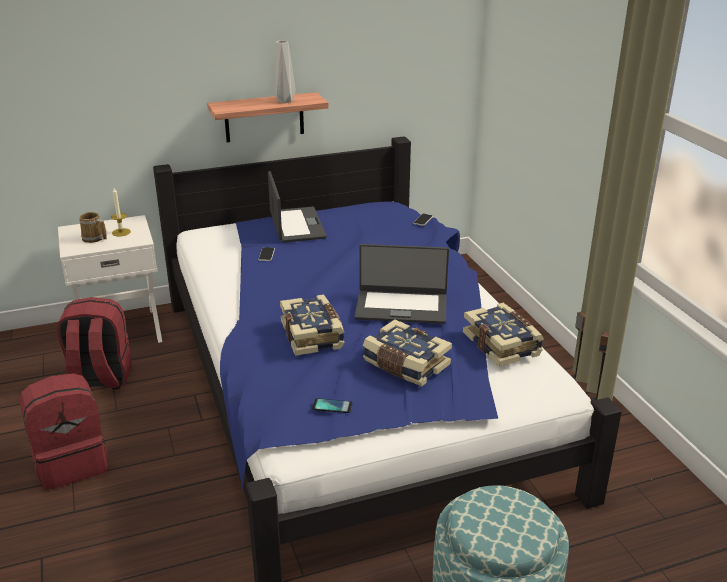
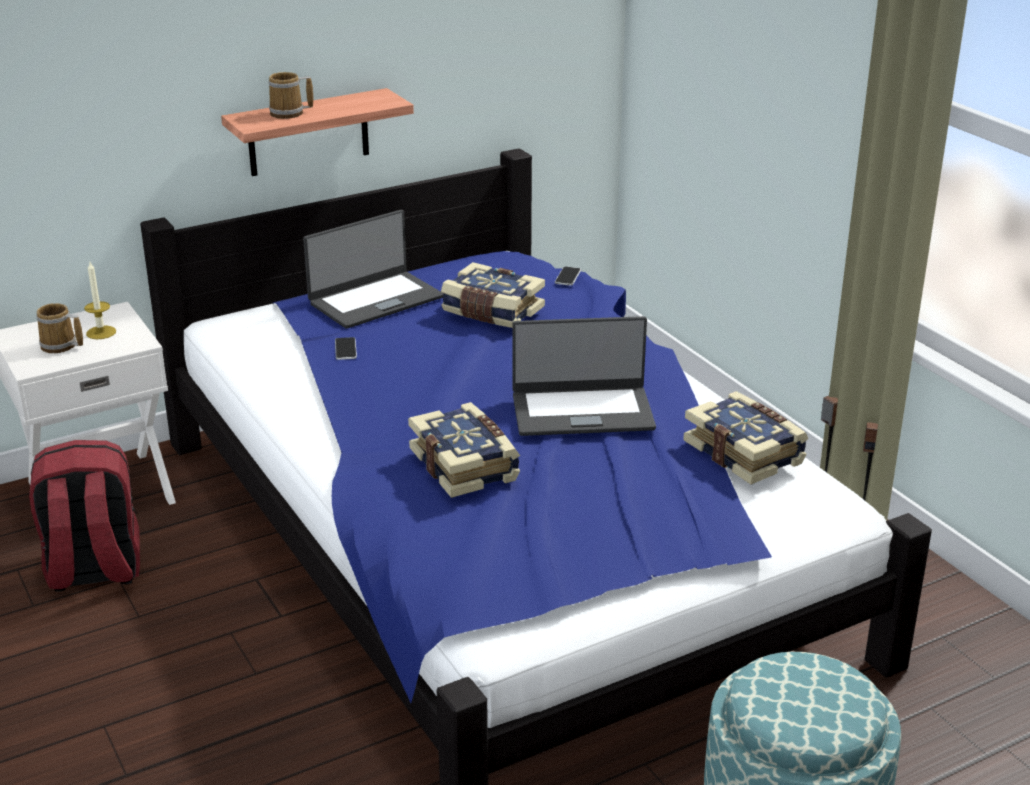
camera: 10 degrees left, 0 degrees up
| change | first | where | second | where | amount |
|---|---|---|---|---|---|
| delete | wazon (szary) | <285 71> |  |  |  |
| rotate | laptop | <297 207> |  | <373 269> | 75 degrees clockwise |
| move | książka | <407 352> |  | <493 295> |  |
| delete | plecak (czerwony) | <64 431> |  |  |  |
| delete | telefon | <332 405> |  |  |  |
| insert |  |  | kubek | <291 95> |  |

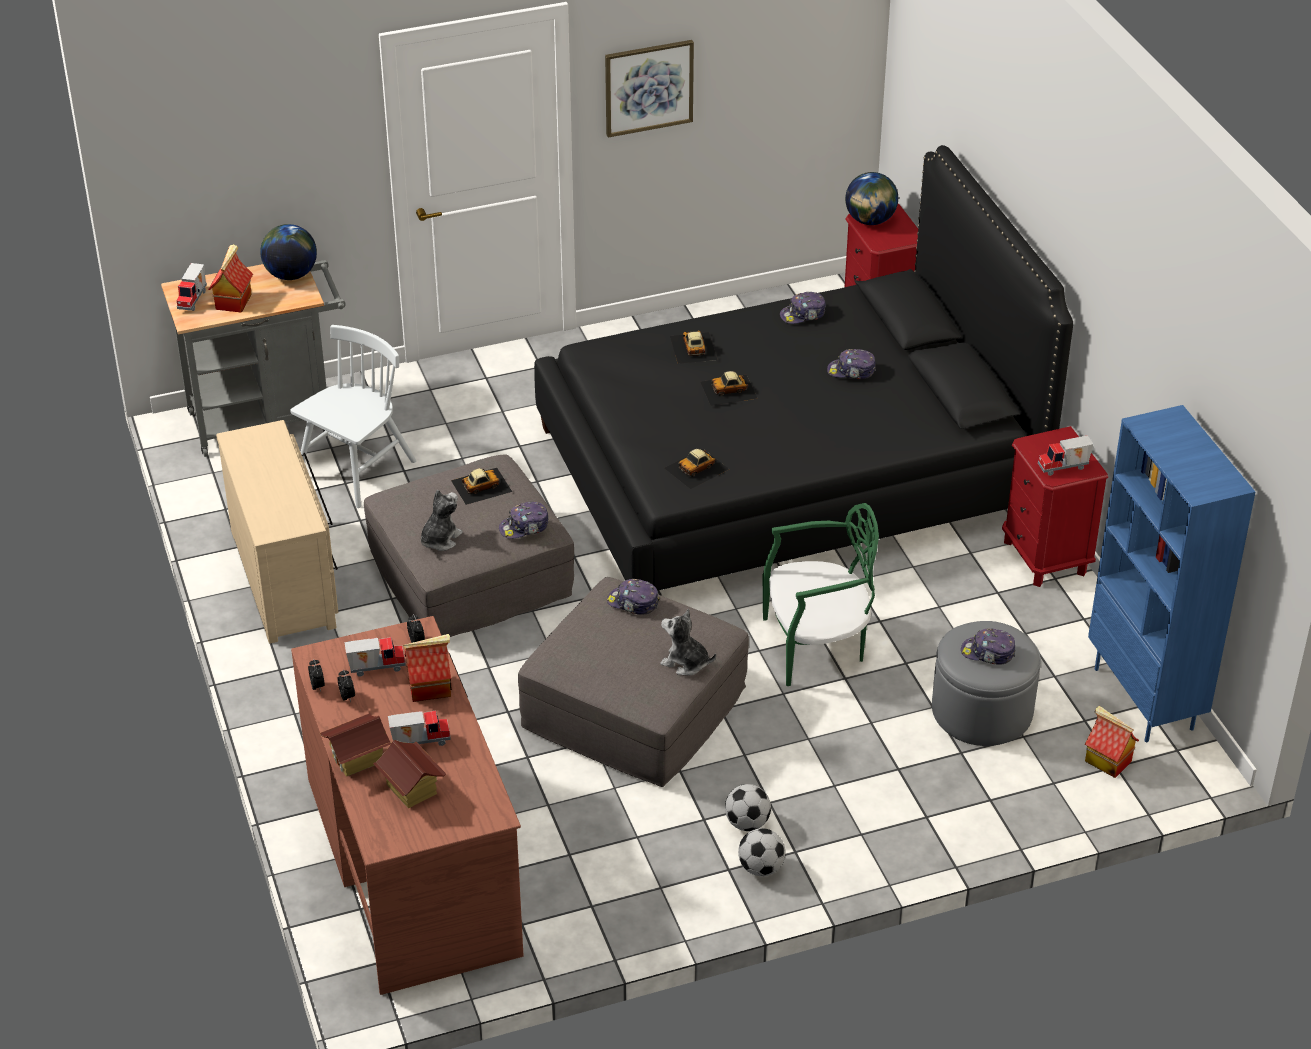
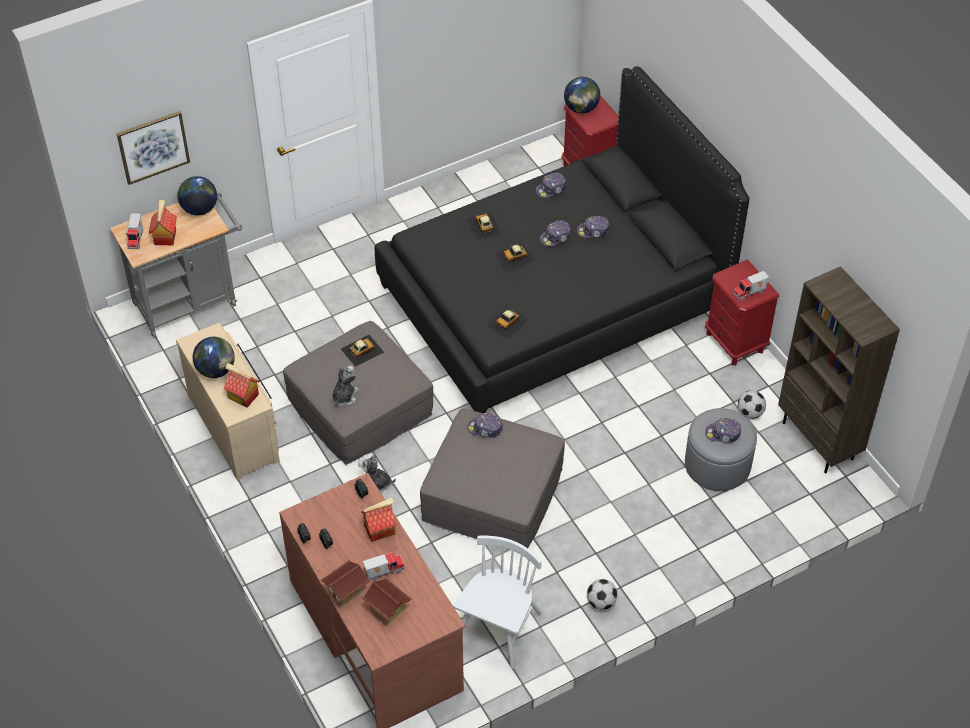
camera: 10 degrees left, 10 degrees up
| change | first | where | second | where | amount |
|---|---|---|---|---|---|
| move | obraz | <649 89> |  | <153 148> |  |
| move | krzesło (biały) | <353 416> |  | <497 602> |  |
| recolor | regał (niebieski) | <1171 573> | regał (brązowy) | <839 369> |  |
| move | czapka z daszkiem | <524 520> |  | <555 233> |  |
| delete | krzesło (zielony) | <821 594> |  |  |  |
| move | pluszak | <688 642> |  | <377 472> |  |
| delete | ciężarówka zabawkowa | <375 657> |  |  |  |
| move | domek | <1112 742> |  | <242 385> |  |
| move | piłka futbolowa | <748 807> |  | <752 404> |  |
| insert |  |  | globus | <214 357> |  |

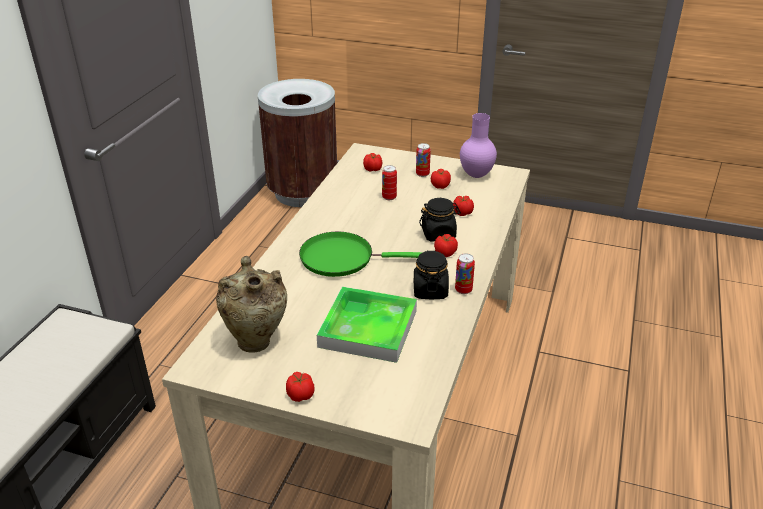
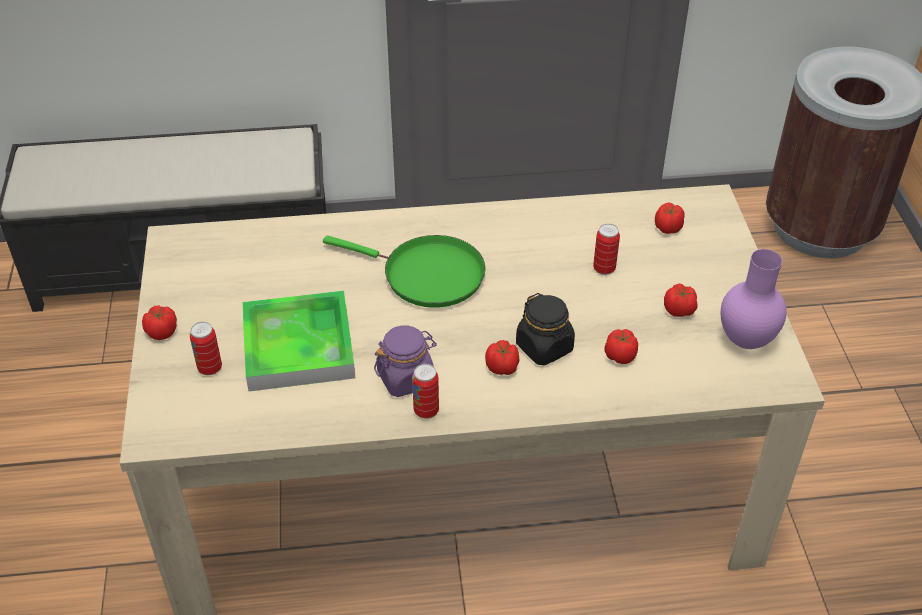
camera: 65 degrees right, 10 degrees up
| change | first | where | second | where | amount |
|---|---|---|---|---|---|
| move | puszka | <423 160> |  | <206 348> |  |
| rotate | patelnia (zielony) | <361 254> |  | <404 271> | 135 degrees clockwise |
| recolor | słoik (czarny) | <431 274> | słoik (fioletowy) | <405 361> |  |
| delete | wazon (beżowy) | <251 304> |  |  |  |

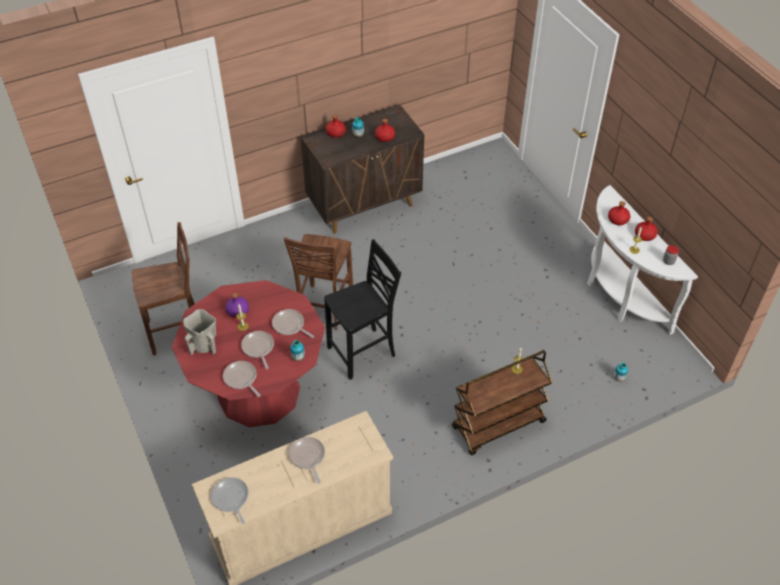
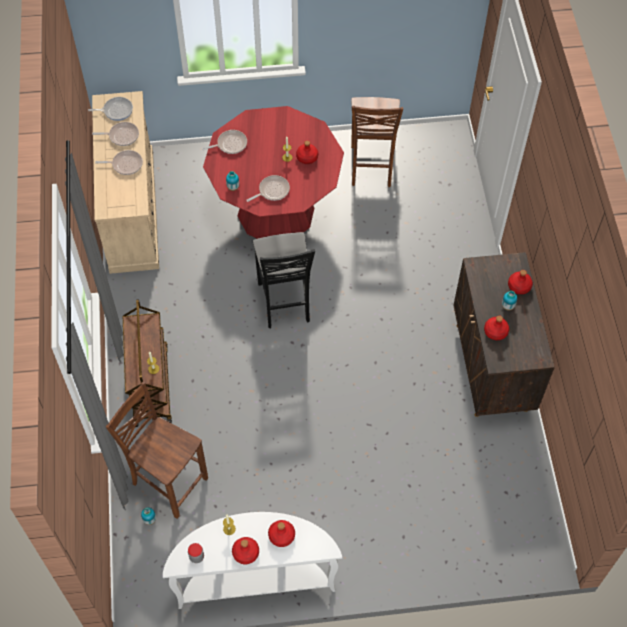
camera: 110 degrees right, 10 degrees up
| change | first | where | second | where | amount |
|---|---|---|---|---|---|
| move | krzesło (brązowy) | <318 282> |  | <157 450> |  |
| recolor | butelka (fioletowy) | <237 305> | butelka (czerwony) | <307 152> |  |
| delete | wazon (beżowy) | <199 332> |  |  |  |
| move | patelnia | <257 350> |  | <115 134> |  |

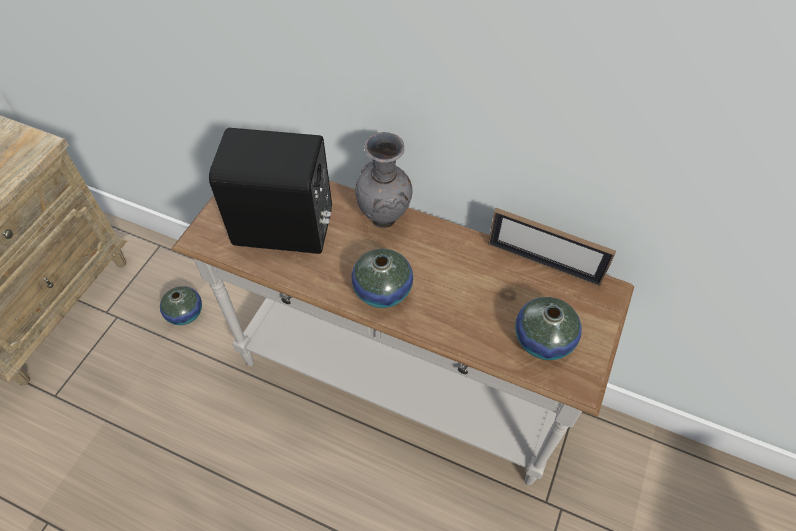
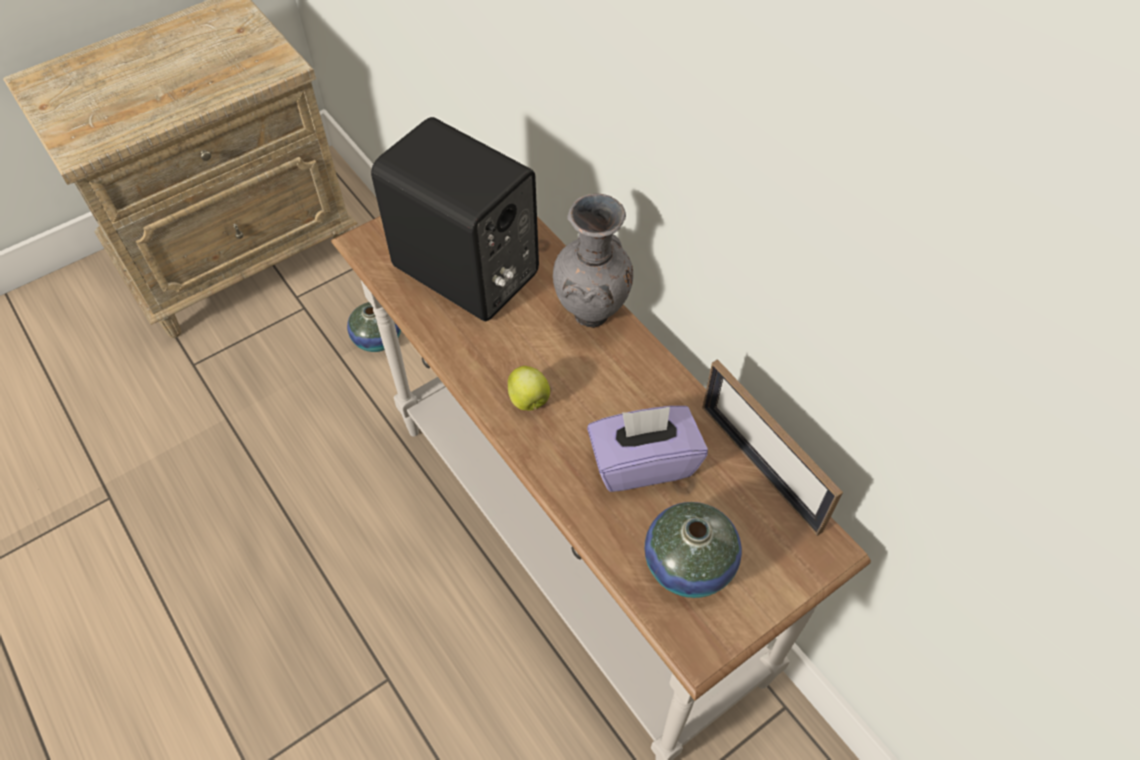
camera: 30 degrees right, 0 degrees up
| change | first | where | second | where | amount |
|---|---|---|---|---|---|
| replace | wazon | <382 278> | jabłko | <529 388> |  |
| insert |  |  | pudełko chusteczek (fioletowy) | <647 449> |  |

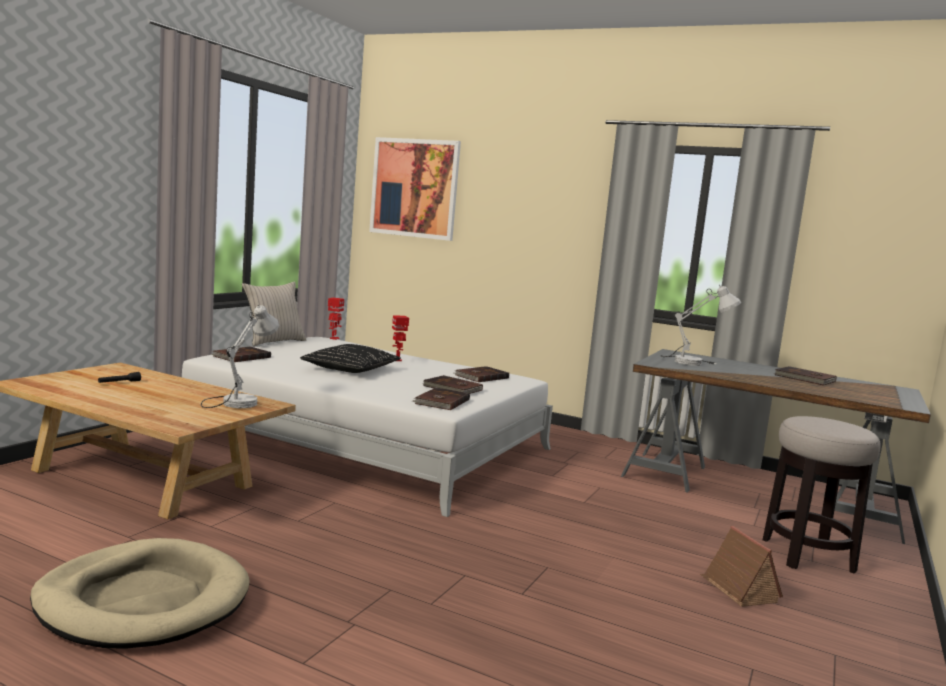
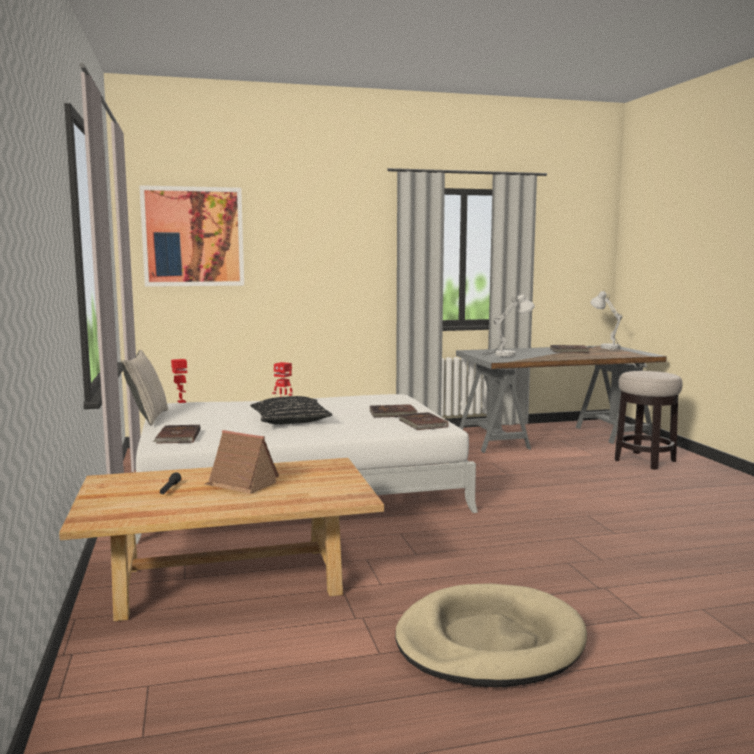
camera: 40 degrees left, 0 degrees up
| change | first | where | second | where | amount |
|---|---|---|---|---|---|
| move | lampa stołowa (biały) | <240 356> |  | <605 321> |  |
| delete | książka (brązowy) | <481 374> |  |  |  |
| move | domek | <741 566> |  | <242 462> |  |

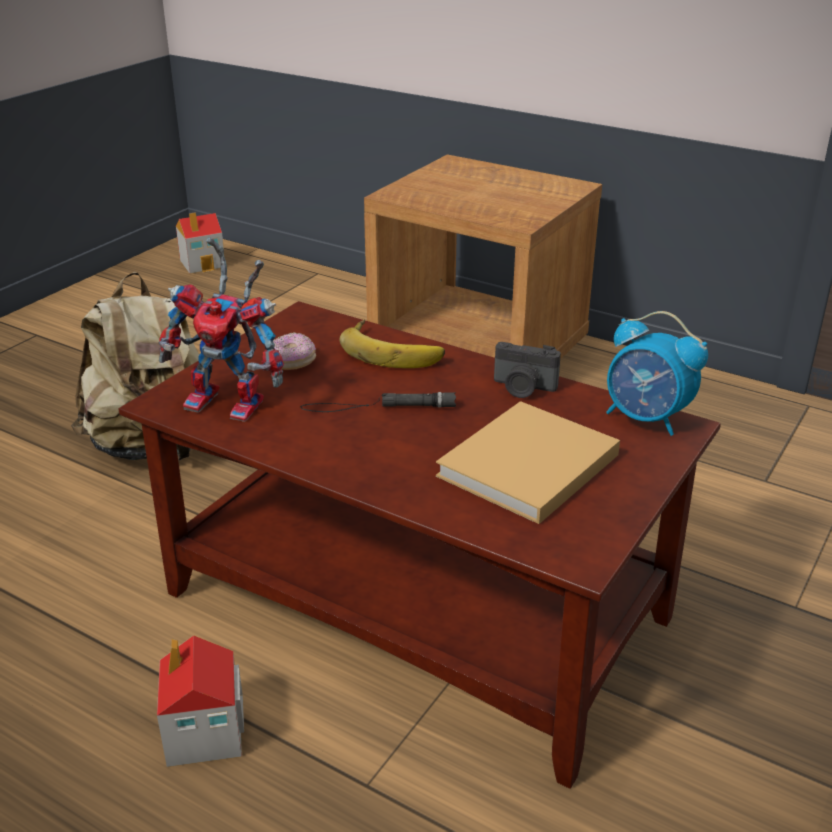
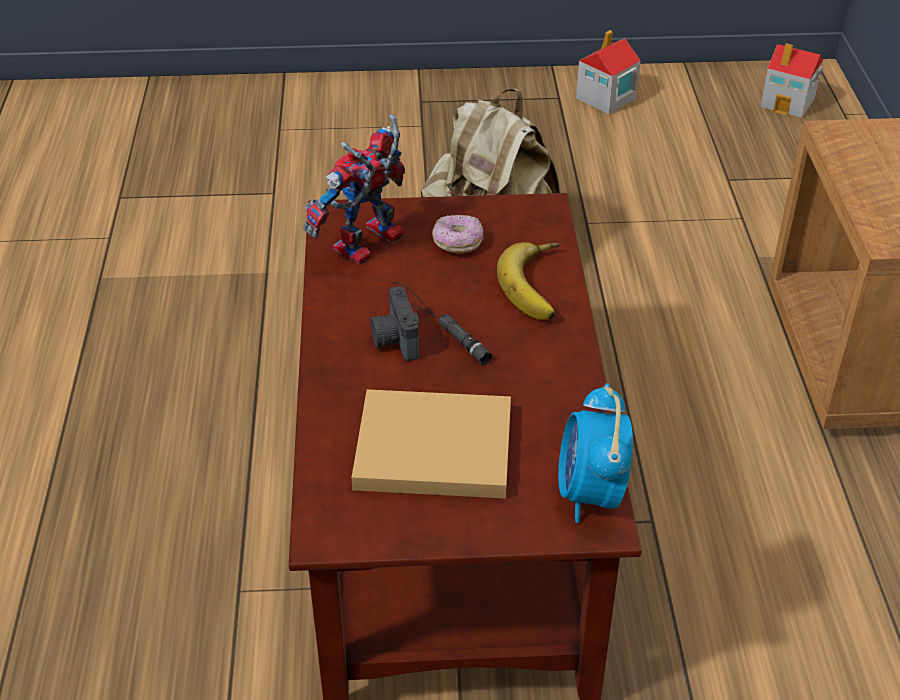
camera: 55 degrees right, 10 degrees up
| change | first | where | second | where | amount |
|---|---|---|---|---|---|
| rotate | robot zabawkowy | <221 329> |  | <354 189> | 60 degrees clockwise |
| move | aparat fotograficzny | <527 370> |  | <394 323> |  |
| move | domek | <200 701> |  | <608 72> |  |

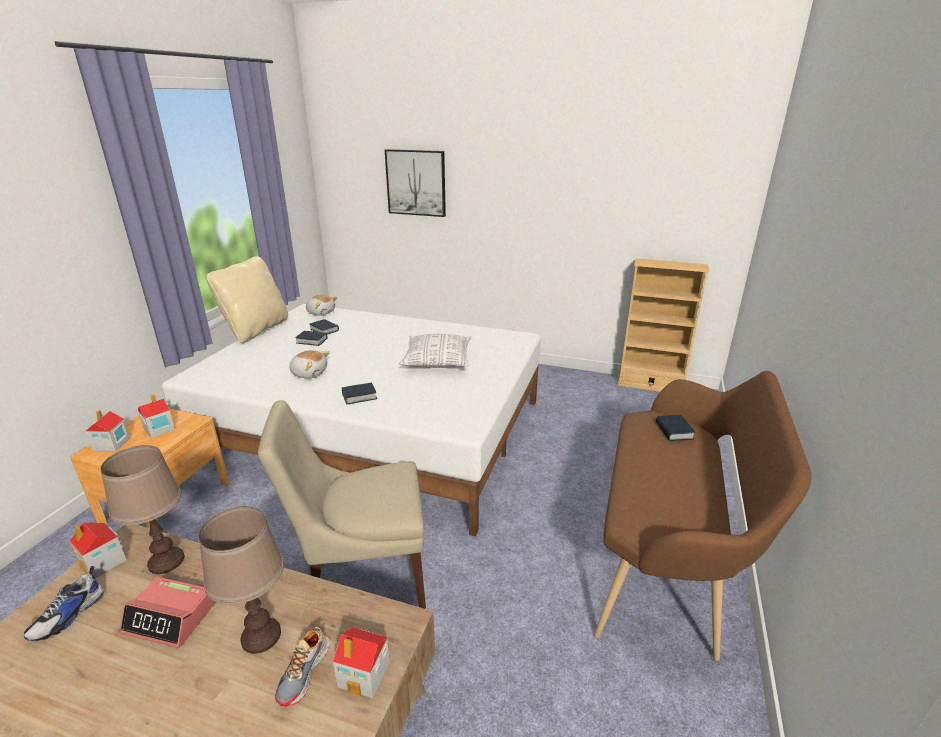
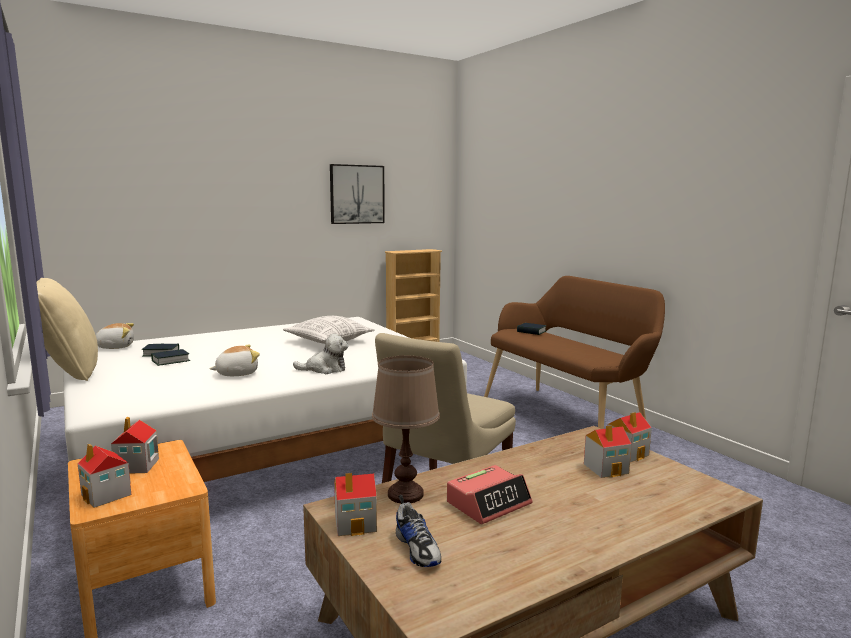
camera: 50 degrees left, 15 degrees down
| change | first | where | second | where | amount |
|---|---|---|---|---|---|
| move | obraz | <415 183> |  | <357 194> |  |
| replace | książka | <359 393> | pluszak | <321 354> |  |
| delete | lampa stołowa (brązowy) | <241 580> |  |  |  |
| replace | but | <302 667> | domek | <608 451> |  |

